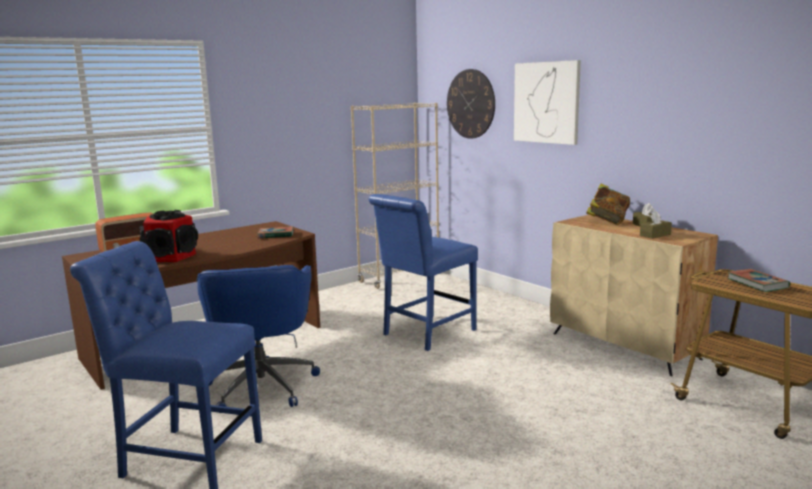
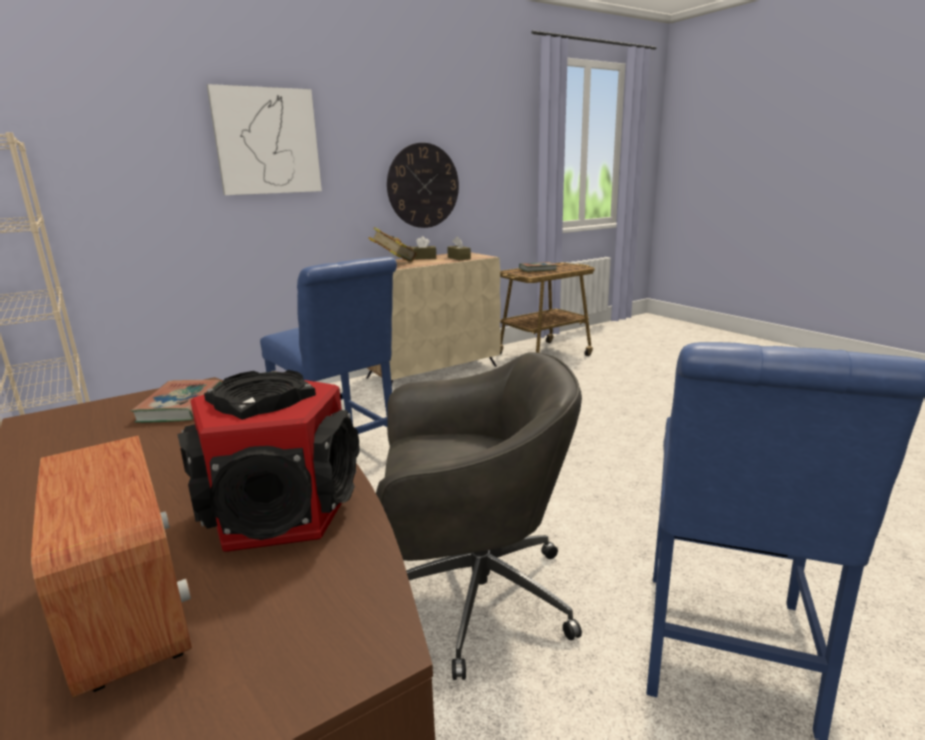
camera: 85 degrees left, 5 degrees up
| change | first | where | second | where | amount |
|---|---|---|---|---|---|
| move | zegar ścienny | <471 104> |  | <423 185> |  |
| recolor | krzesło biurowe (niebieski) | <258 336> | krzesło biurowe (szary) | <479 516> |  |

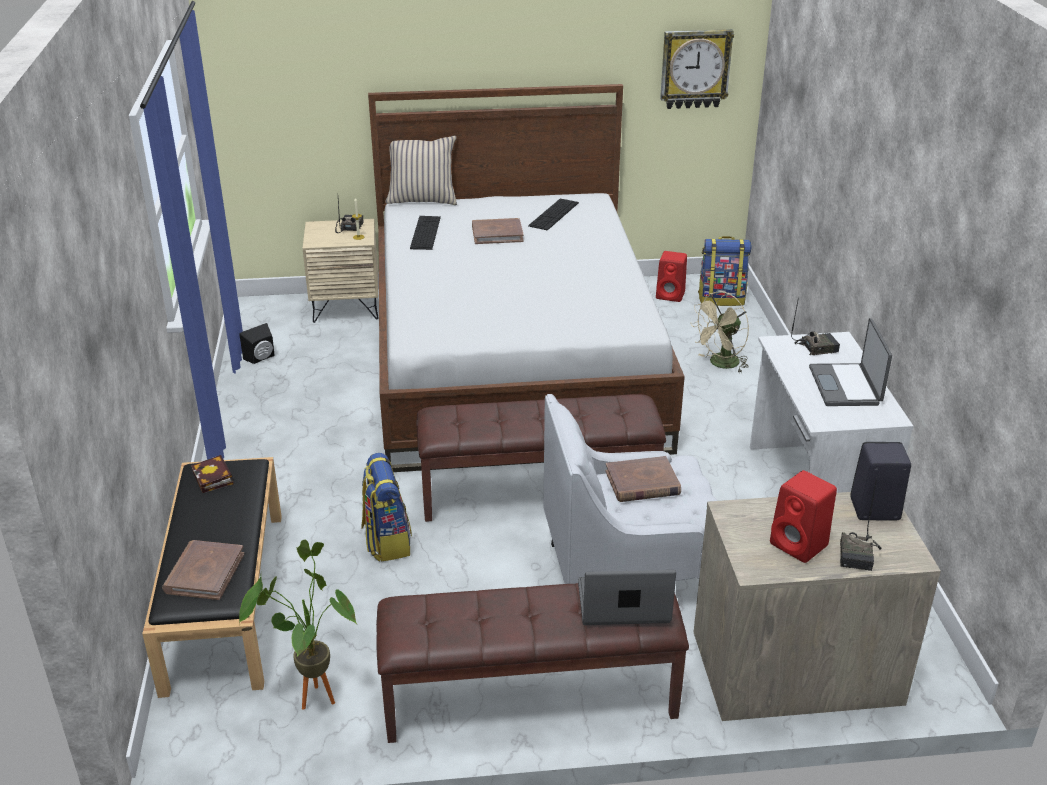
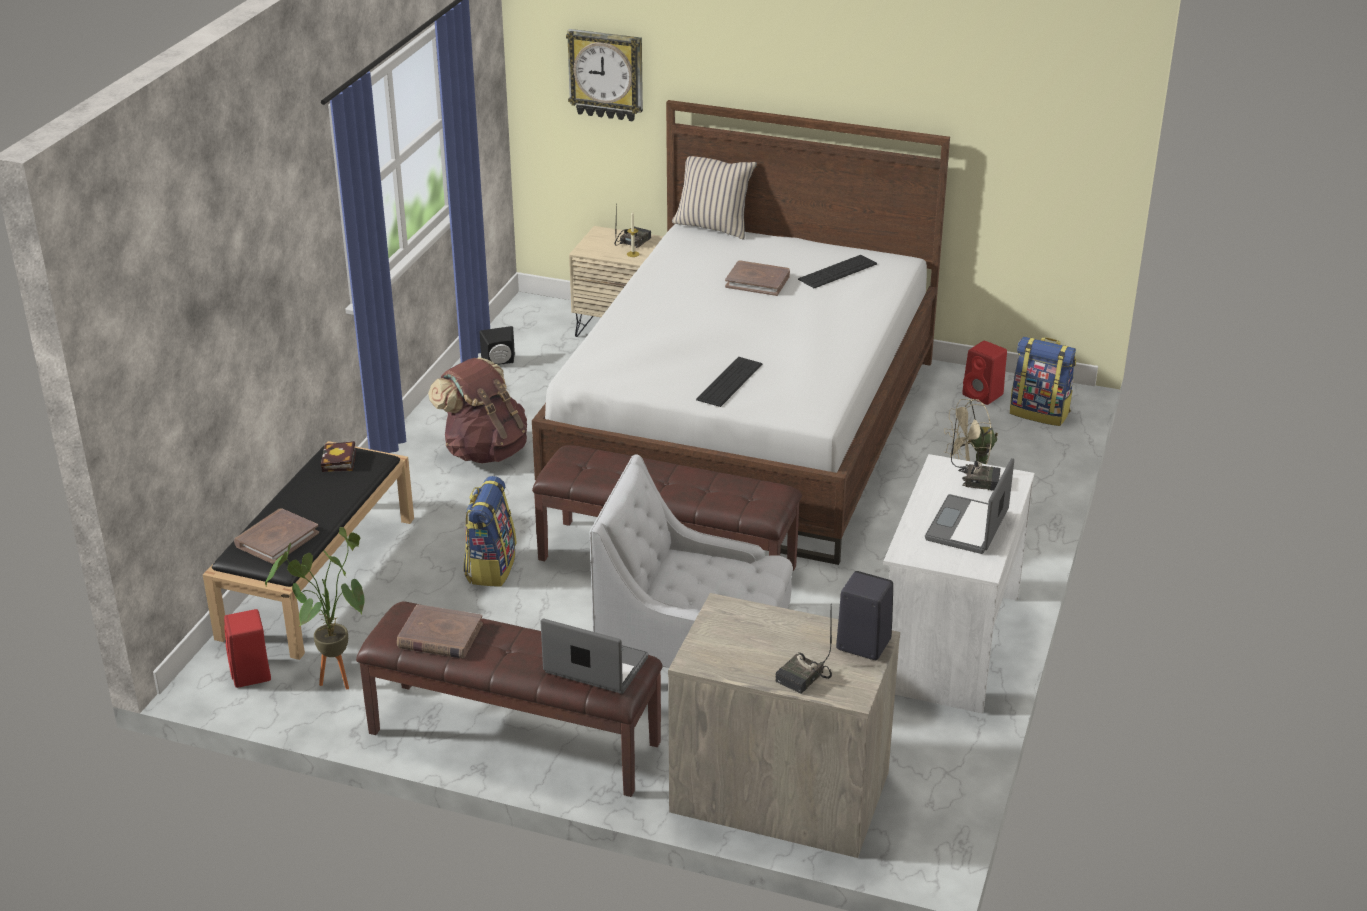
camera: 25 degrees right, 0 degrees up
| change | first | where | second | where | amount |
|---|---|---|---|---|---|
| move | zegar ścienny | <697 69> |  | <604 75> |  |
| move | klawiatura | <425 233> |  | <729 382> |  |
| move | książka (brązowy) | <643 479> |  | <440 631> |  |
| move | głośnik (czerwony) | <803 516> |  | <247 648> |  |
| insert |  |  | plecak (brązowy) | <477 410> |  |

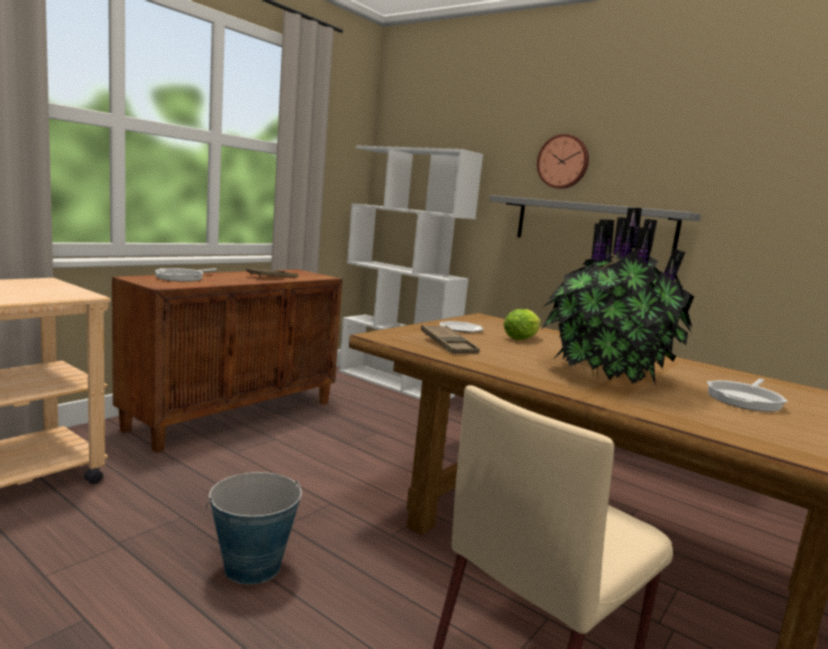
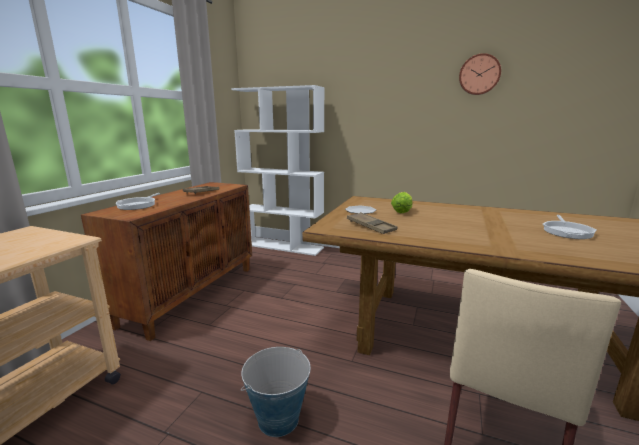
camera: 15 degrees left, 5 degrees up
| change | first | where | second | where | amount |
|---|---|---|---|---|---|
| move | zegar ścienny | <563 161> |  | <480 74> |  |
| delete | półka (szary) | <595 224> |  |  |  |
| delete | roślina doniczkowa | <617 297> |  |  |  |

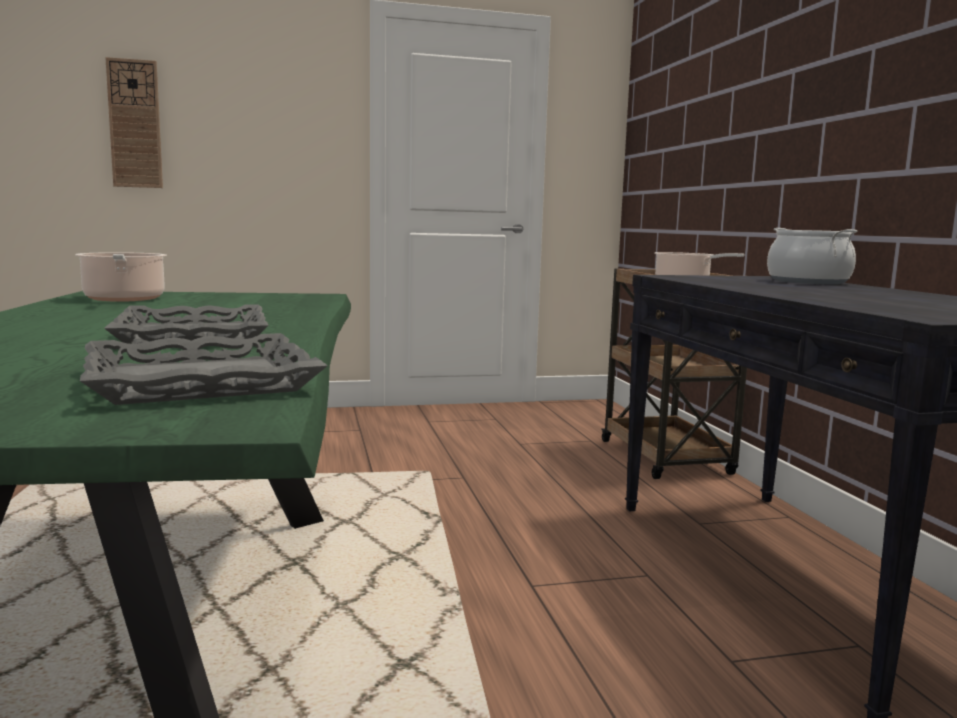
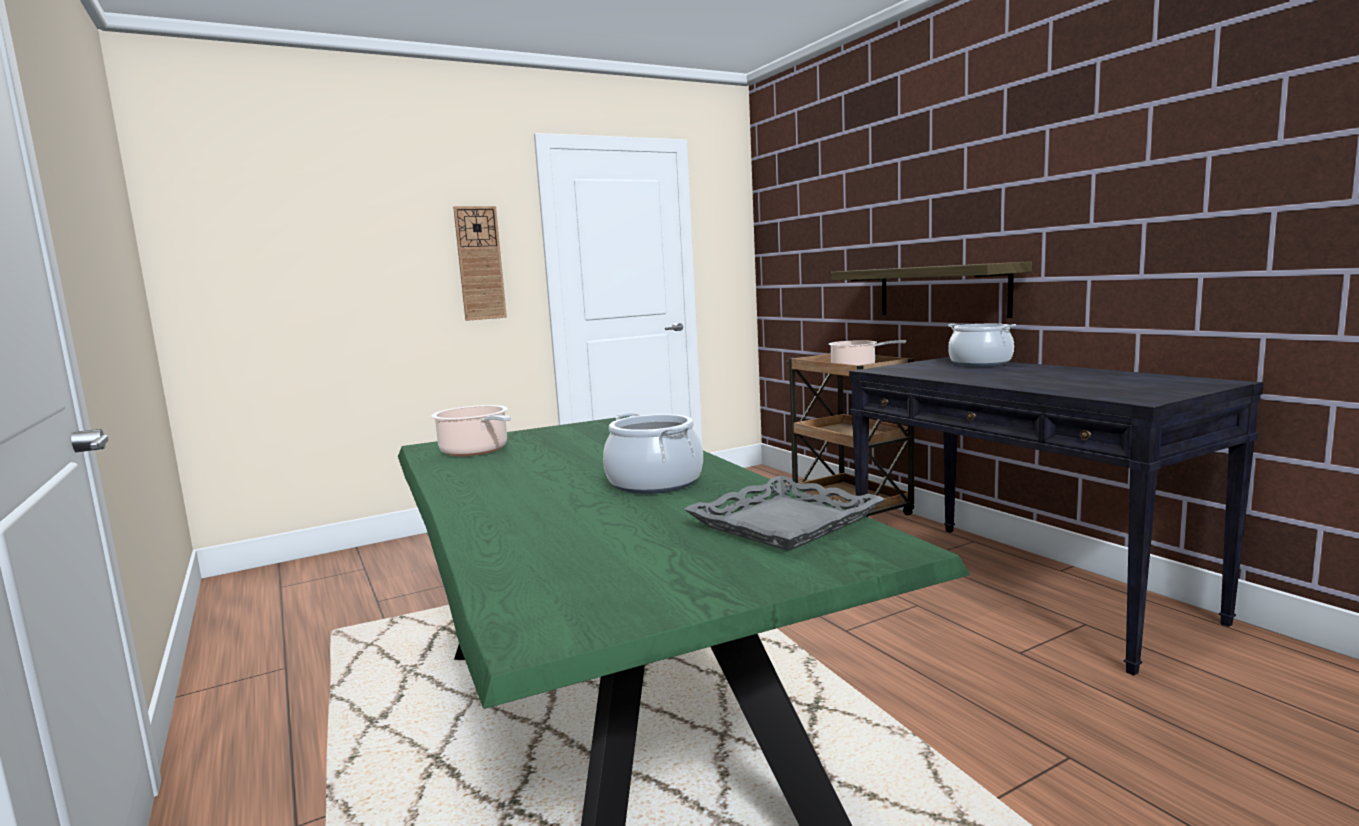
camera: 15 degrees left, 0 degrees up
| change | first | where | second | where | amount |
|---|---|---|---|---|---|
| move | zegar ścienny | <134 122> |  | <480 263> |  |
| replace | taca (szary) | <186 324> | garnek | <653 453> |  |
| insert |  |  | półka | <931 289> |  |

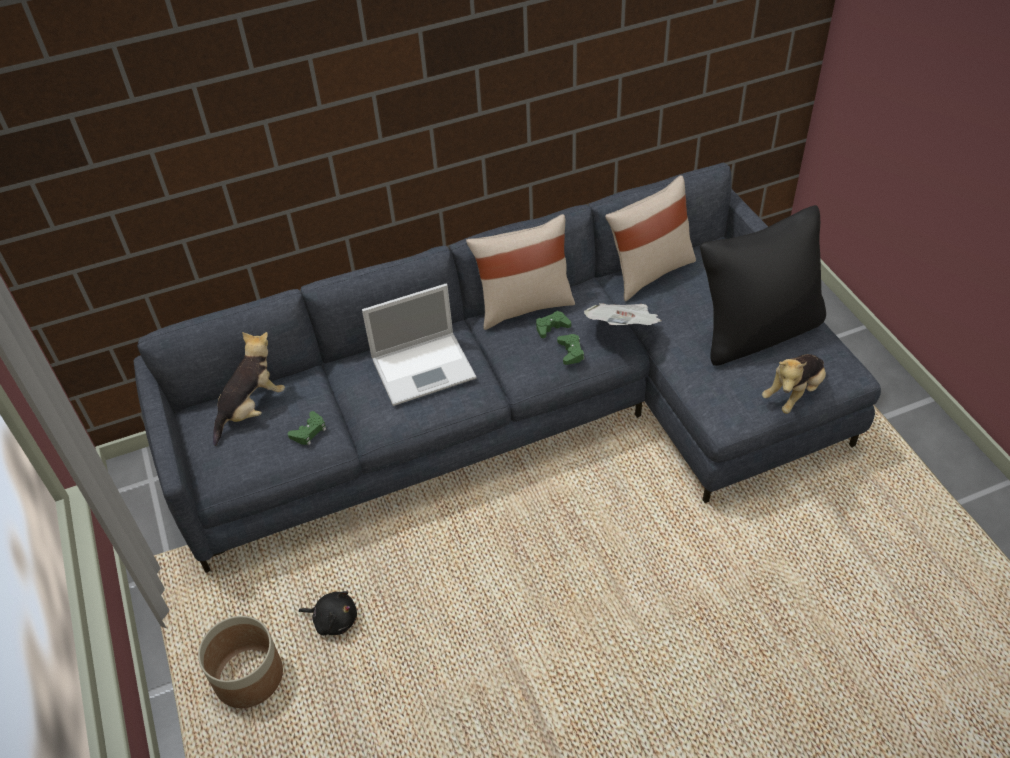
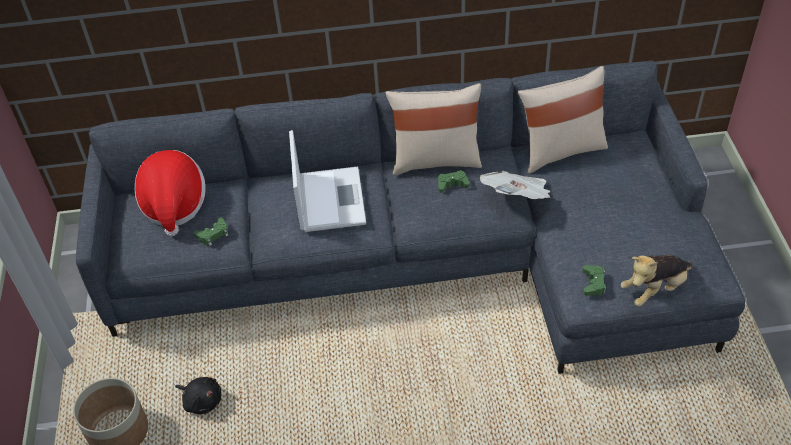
camera: 15 degrees right, 0 degrees up
| change | first | where | second | where | amount |
|---|---|---|---|---|---|
| delete | poduszka (czarny) | <763 285> |  |  |  |
| rotate | laptop | <419 345> |  | <327 181> | 90 degrees counterclockwise |
| replace | pluszak | <249 389> | kapelusz | <170 193> |  |
| move | pad do gier (zielony) | <571 349> |  | <594 280> |  |

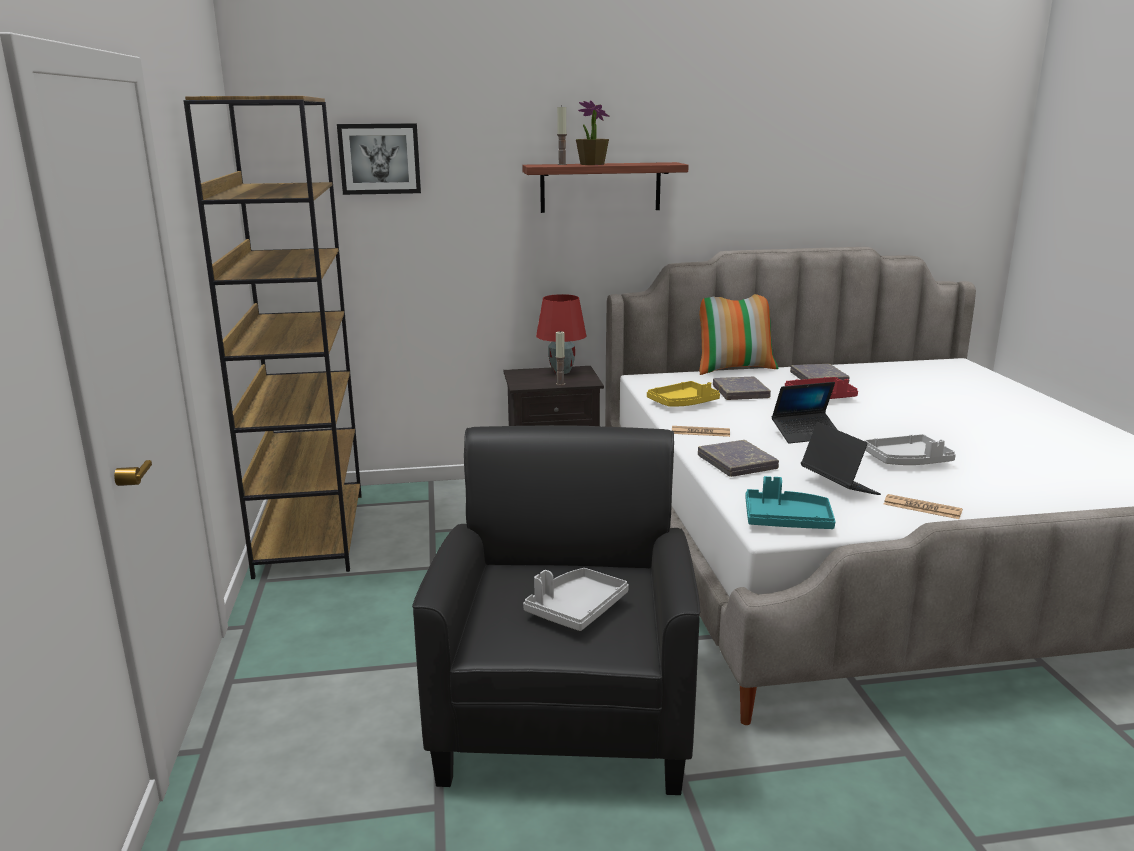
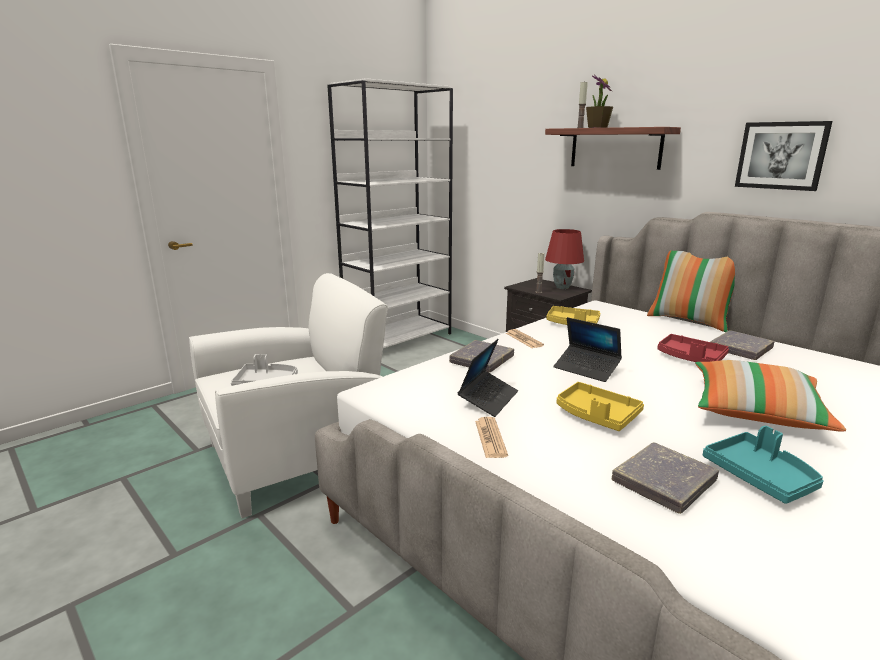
camera: 55 degrees right, 0 degrees up
| change | first | where | second | where | amount |
|---|---|---|---|---|---|
| recolor | regał (brązowy) | <272 337> | regał (biały) | <390 213> |  |
| move | obraz | <379 159> |  | <783 156> |  |
| move | książka (szary) | <742 388> |  | <665 478> |  |
| recolor | fotel (czarny) | <556 610> | fotel (biały) | <288 395> |  |
| recolor | taca (szary) | <910 449> | taca (żółty) | <600 406> |  |
| move | taca (turkusowy) | <791 502> |  | <763 465> |  |
| insert |  |  | poduszka | <770 396> |  |

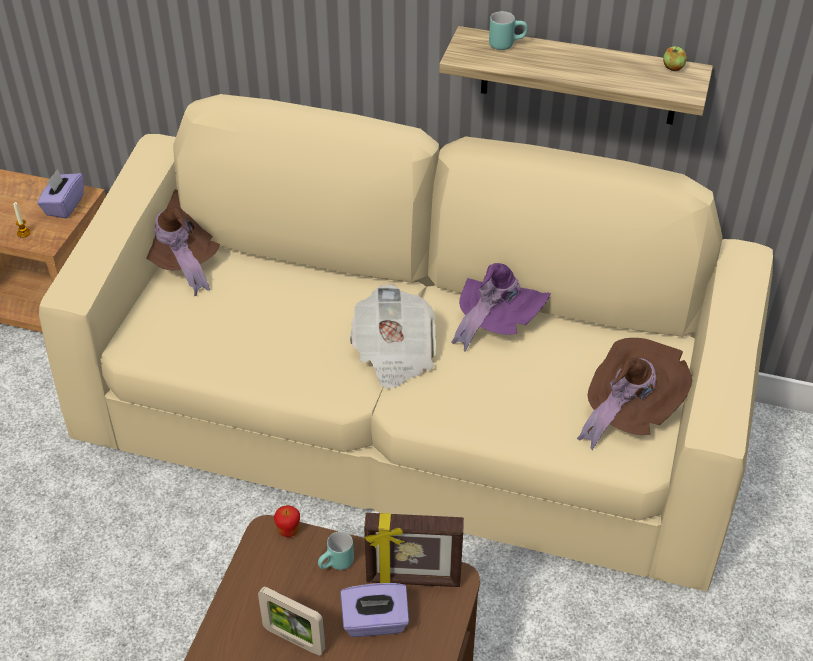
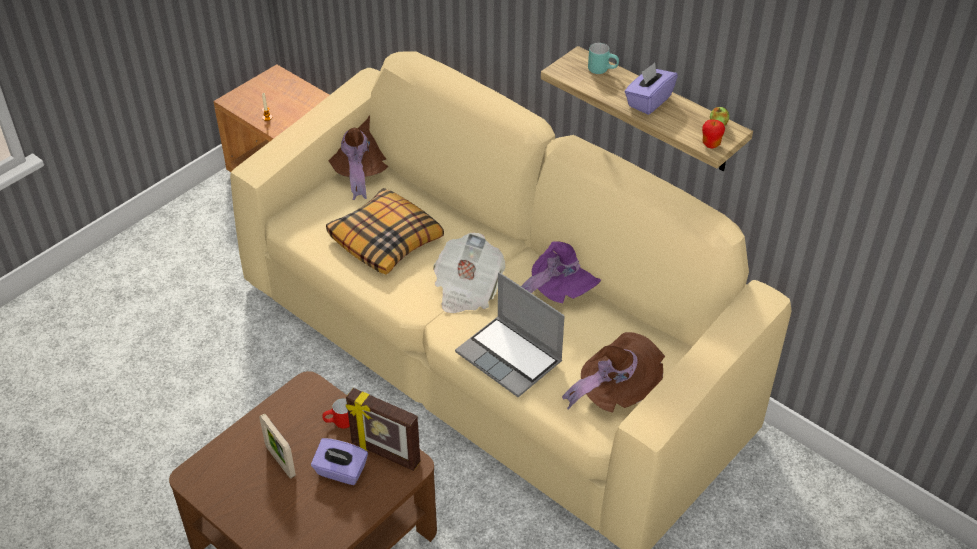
camera: 25 degrees right, 0 degrees up
| change | first | where | second | where | amount |
|---|---|---|---|---|---|
| move | pudełko chusteczek (fioletowy) | <60 194> |  | <651 89> |  |
| move | jabłko | <287 521> |  | <713 133> |  |
| recolor | kubek (turkusowy) | <336 550> | kubek (czerwony) | <336 413> |  |
| insert |  |  | poduszka | <385 231> |  |
| insert |  |  | laptop | <510 334> |  |

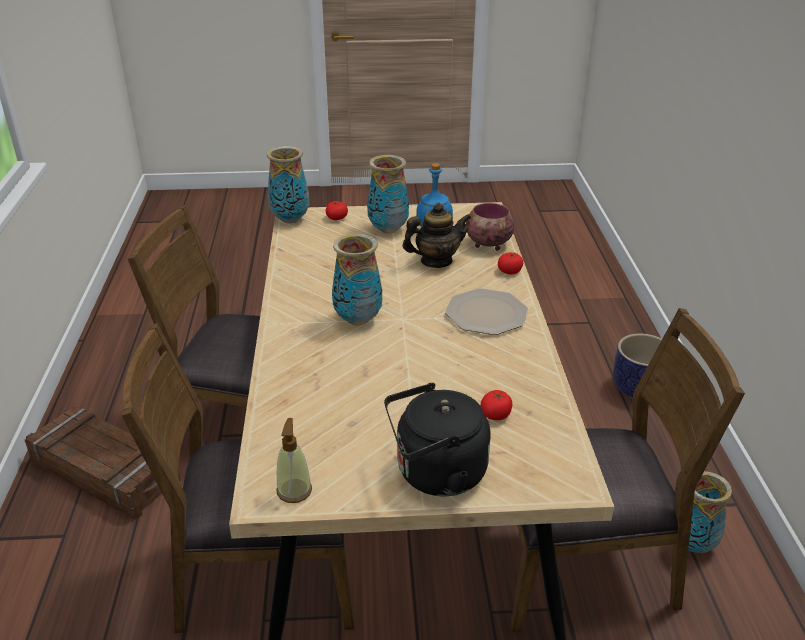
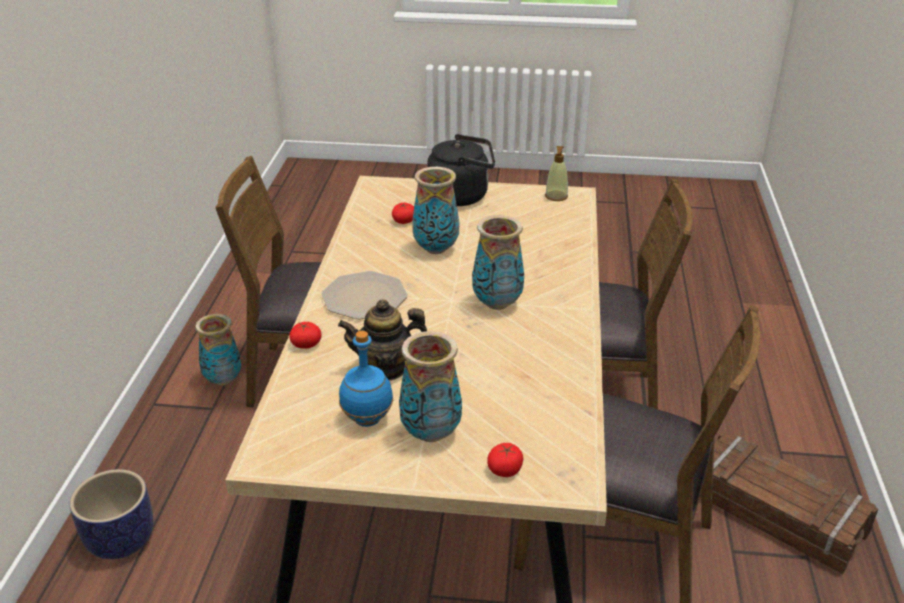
camera: 170 degrees left, 0 degrees up
| change | first | where | second | where | amount |
|---|---|---|---|---|---|
| move | wazon | <288 184> |  | <435 210> |  |
| delete | miska | <490 227> |  |  |  |

